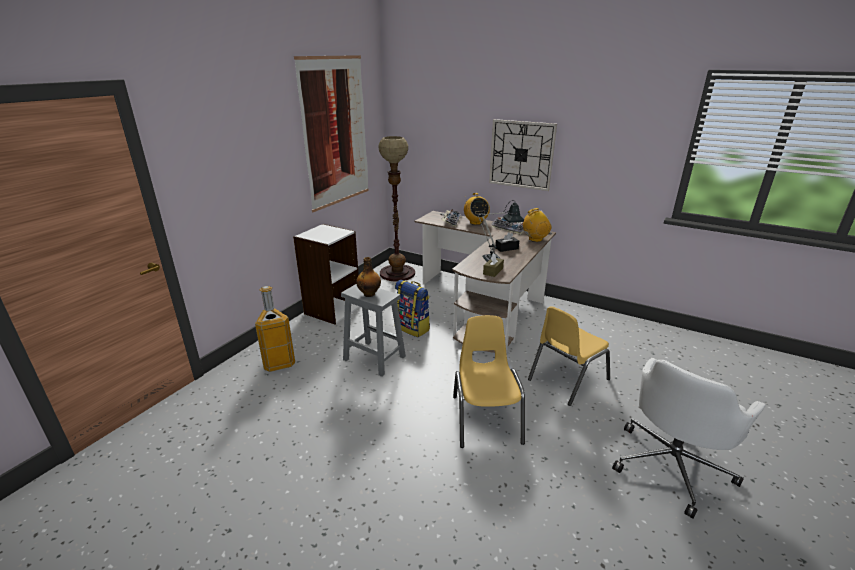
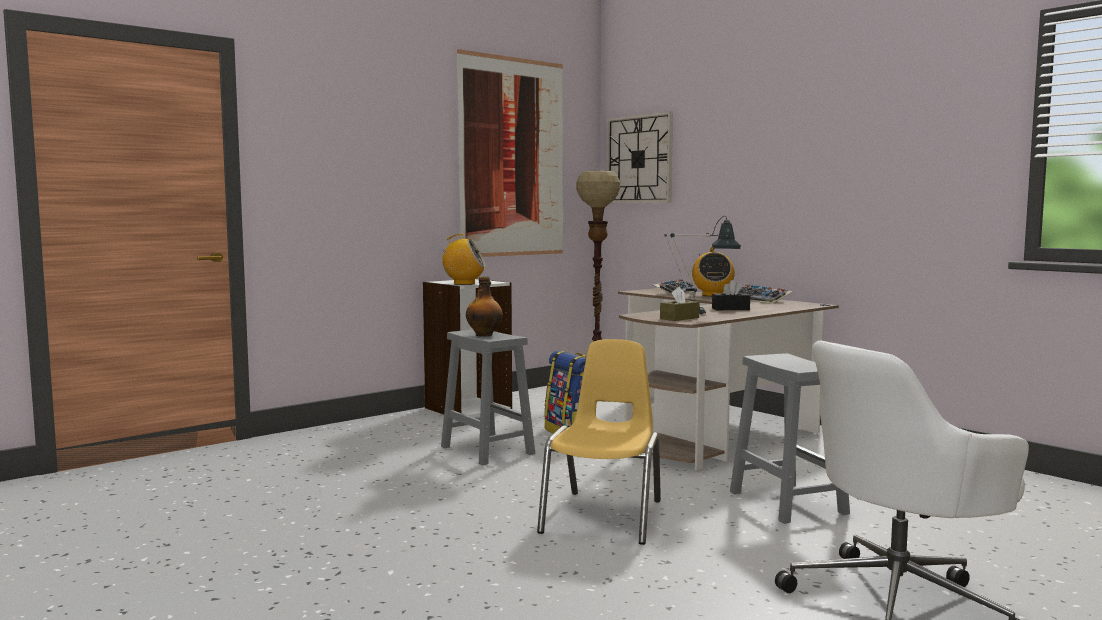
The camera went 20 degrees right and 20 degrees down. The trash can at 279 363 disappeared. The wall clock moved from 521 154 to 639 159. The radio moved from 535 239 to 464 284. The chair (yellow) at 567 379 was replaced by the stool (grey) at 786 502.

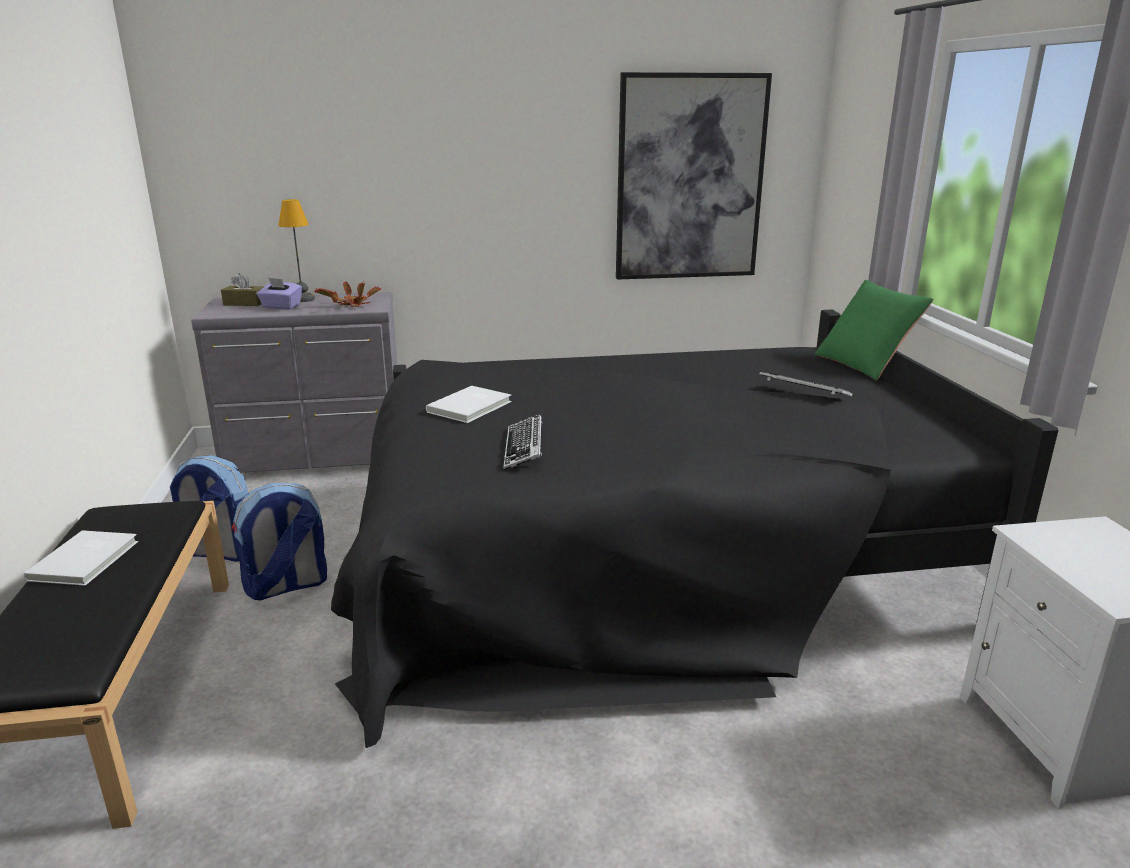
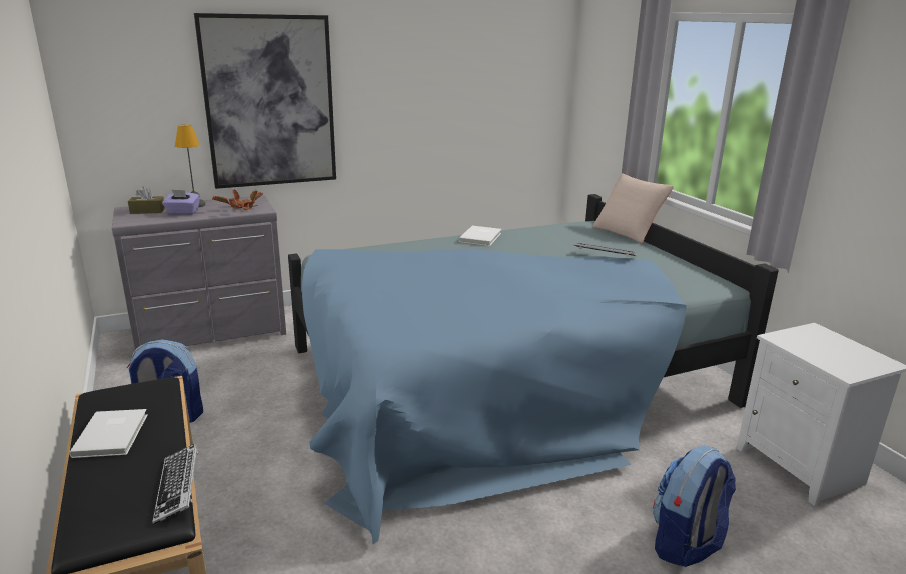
The camera went 15 degrees left and 0 degrees up. The backpack moved from 286 586 to 686 544. The book (white) moved from 472 407 to 481 237. The keyboard moved from 524 448 to 178 487. The picture moved from 689 178 to 270 102. The bed (black) at 646 559 became the bed (blue) at 503 383. The pillow (green) at 865 364 became the pillow (beige) at 628 232.

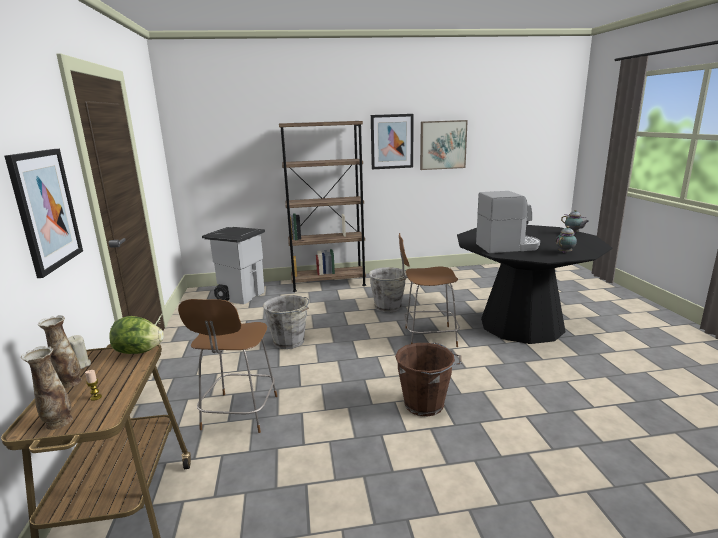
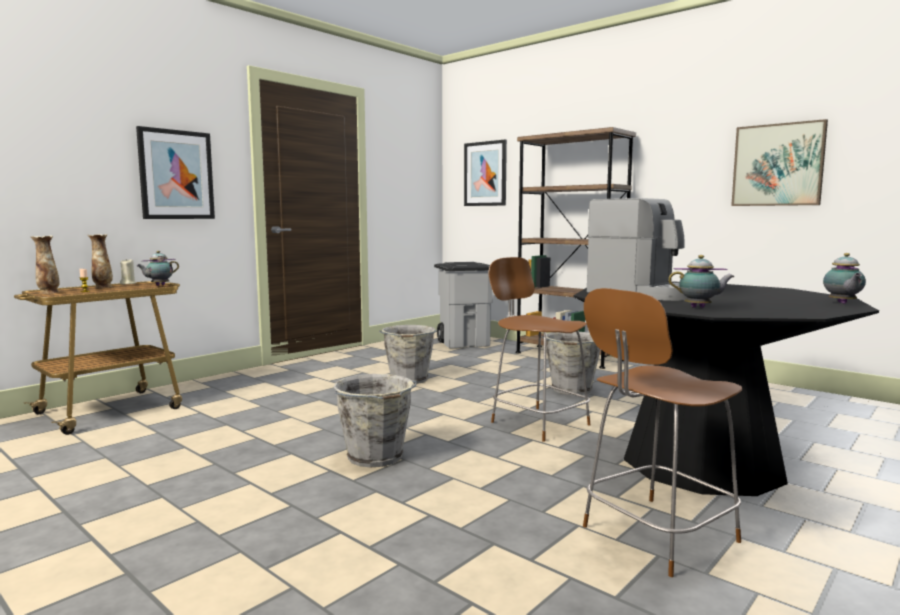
The camera went 50 degrees right and 10 degrees down. The stool (brown) moved from 239 414 to 655 535. The picture moved from 392 141 to 485 174. The lettuce at 138 351 was replaced by the teapot at 159 285. The bucket (brown) at 426 404 became the bucket (grey) at 376 457.

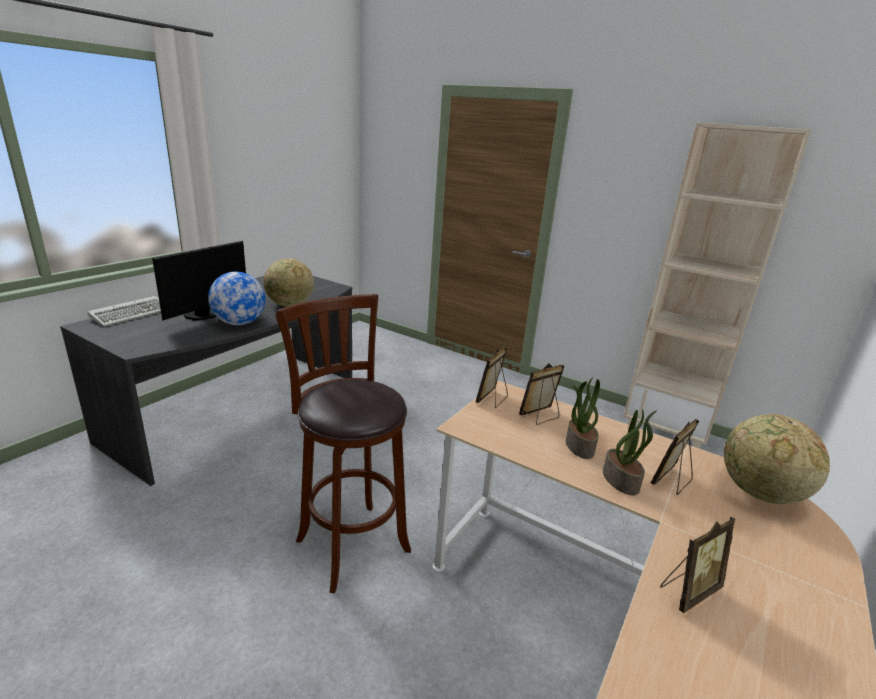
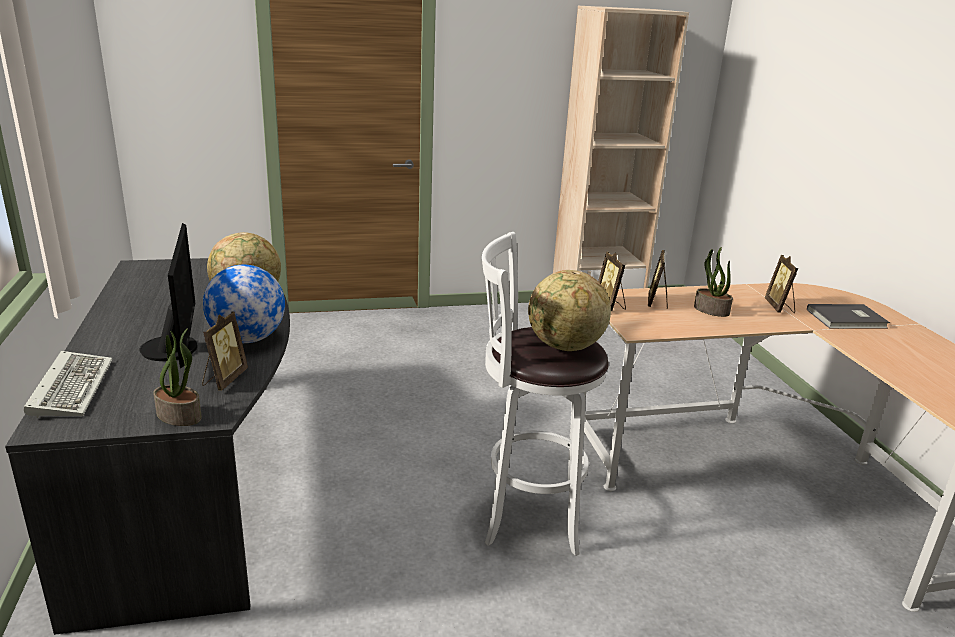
The camera went 45 degrees left and 0 degrees up. The book (grey) at 848 319 appeared. The potted plant moved from 621 481 to 180 415. The picture frame moved from 688 590 to 224 379. The globe moved from 759 493 to 565 347. The stool (brown) at 350 541 became the stool (white) at 526 515.

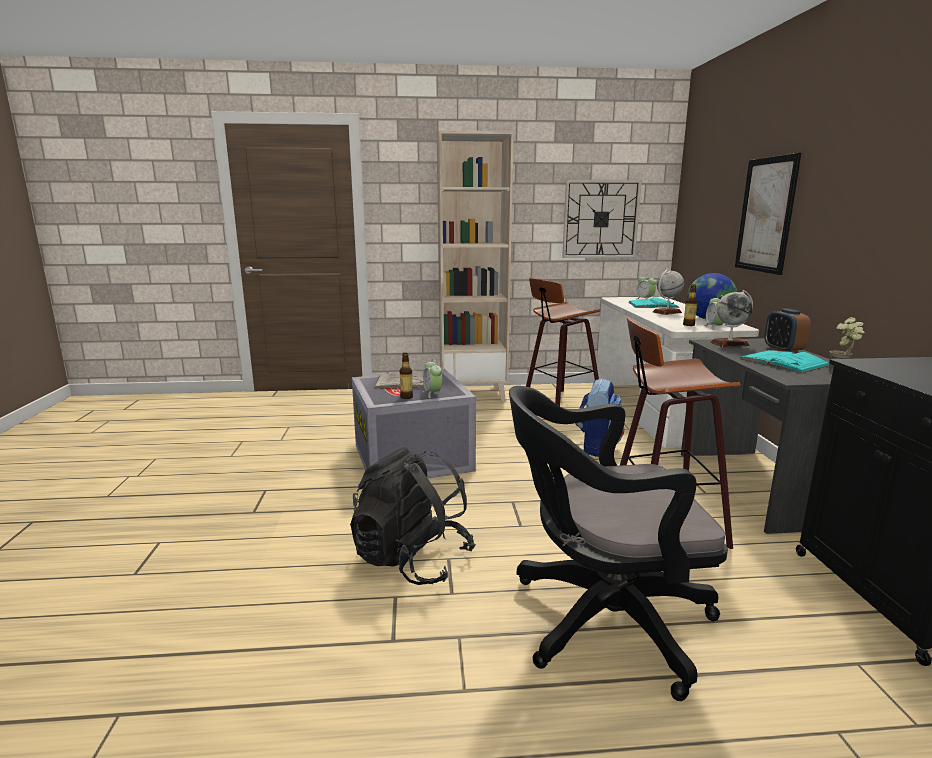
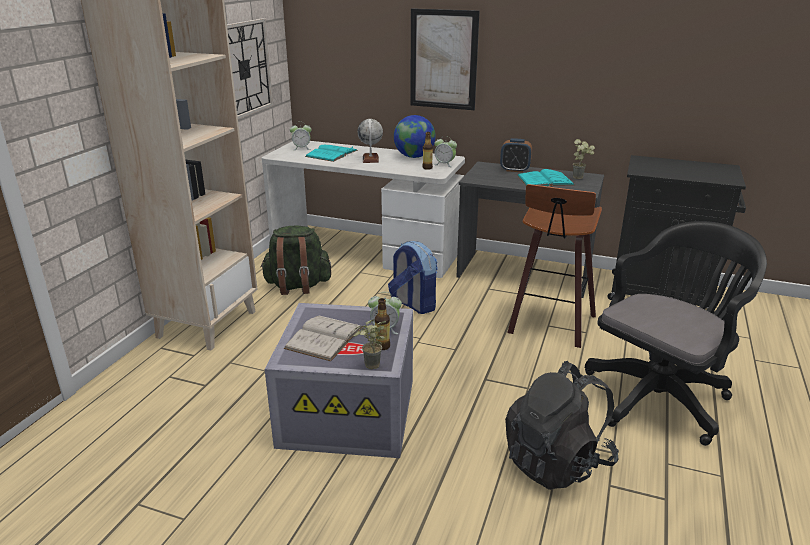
The camera went 65 degrees left and 10 degrees up. The globe at 729 344 disappeared. The potted plant at 369 367 appeared. The stool at 559 403 was replaced by the backpack (green) at 297 286. The office chair (black) at 600 621 turned 150 degrees counterclockwise.

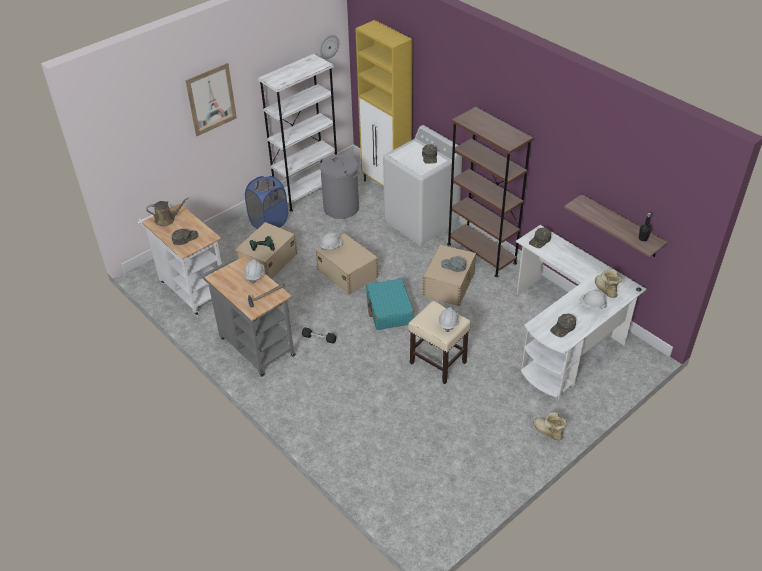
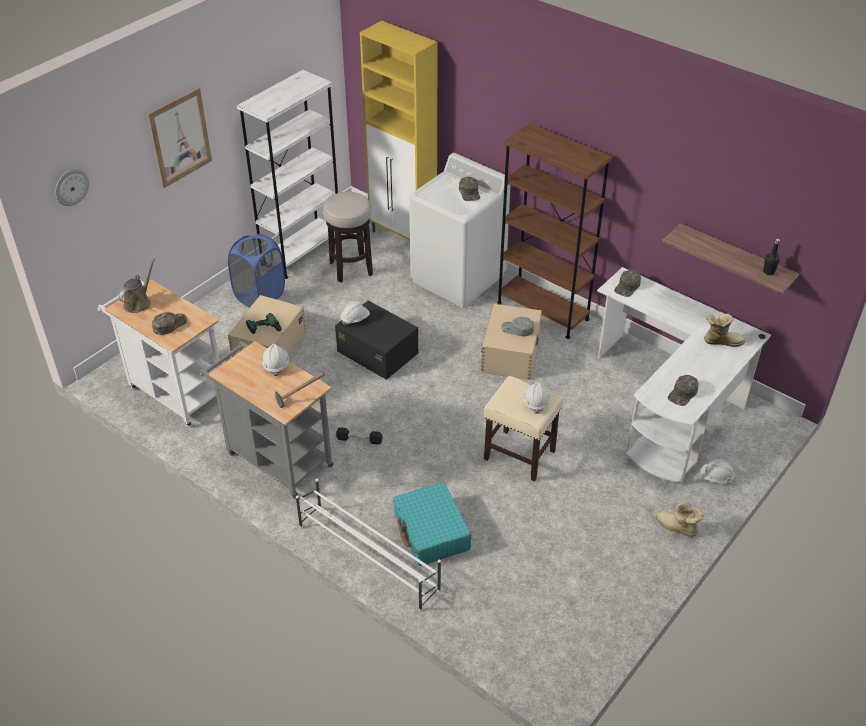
The camera went 10 degrees left and 0 degrees up. The shoe rack (white) at 368 557 appeared. The wall clock moved from 328 46 to 71 187. The suitcase (turquoise) moved from 389 310 to 431 532. The hard hat (white) moved from 592 305 to 716 478. The laundry basket (grey) at 341 208 was replaced by the stool at 351 268. The storage box (beige) at 347 273 became the storage box (black) at 377 351. The watering can (brown) at 167 220 turned 45 degrees counterclockwise. The boot at 605 290 turned 120 degrees clockwise.

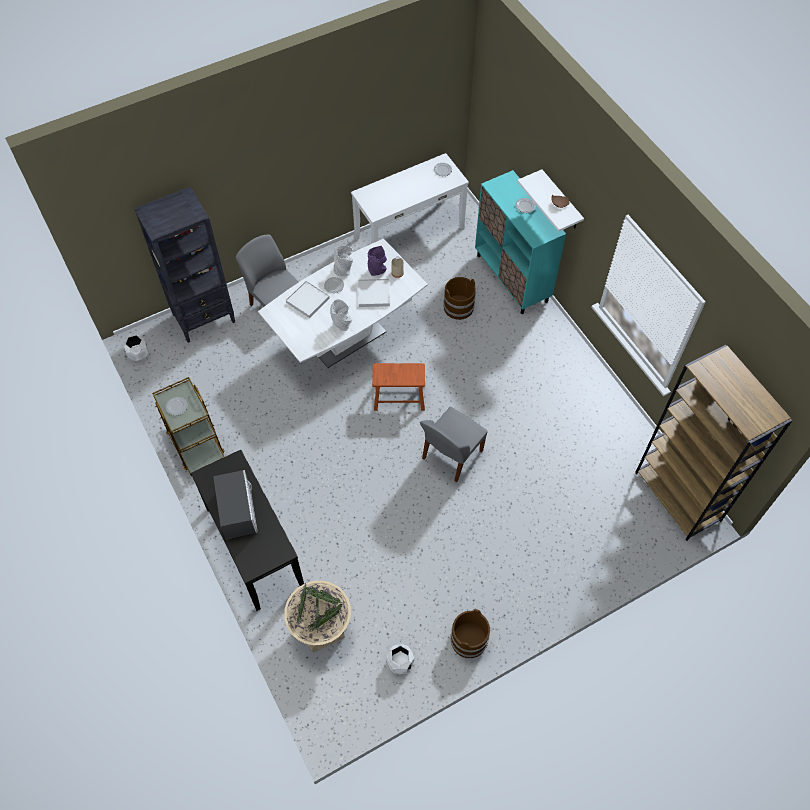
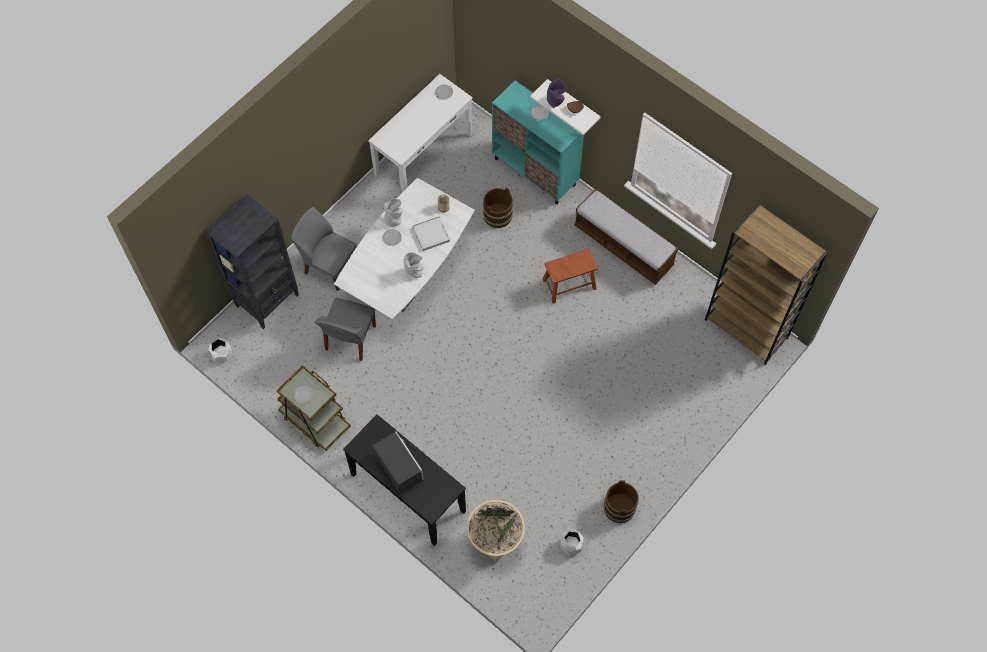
The camera went 20 degrees left and 5 degrees up. The tray (white) at 307 300 disappeared. The bench at 623 247 appeared. The vase (purple) moved from 377 270 to 555 101. The stool (brown) moved from 399 396 to 569 284. The chair (grey) moved from 451 456 to 349 339.

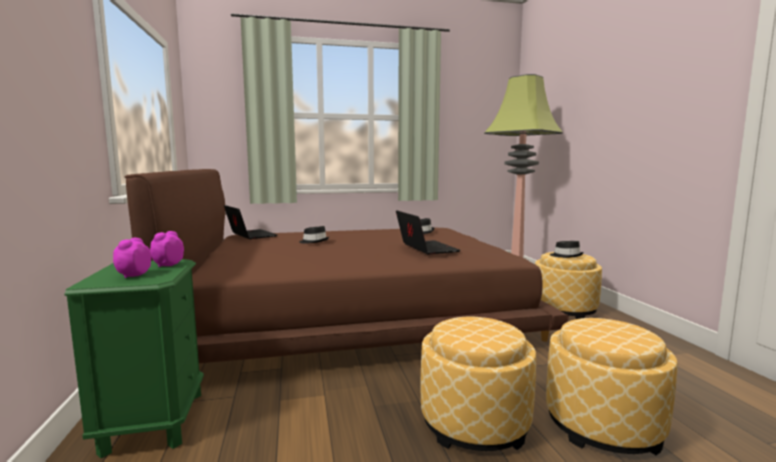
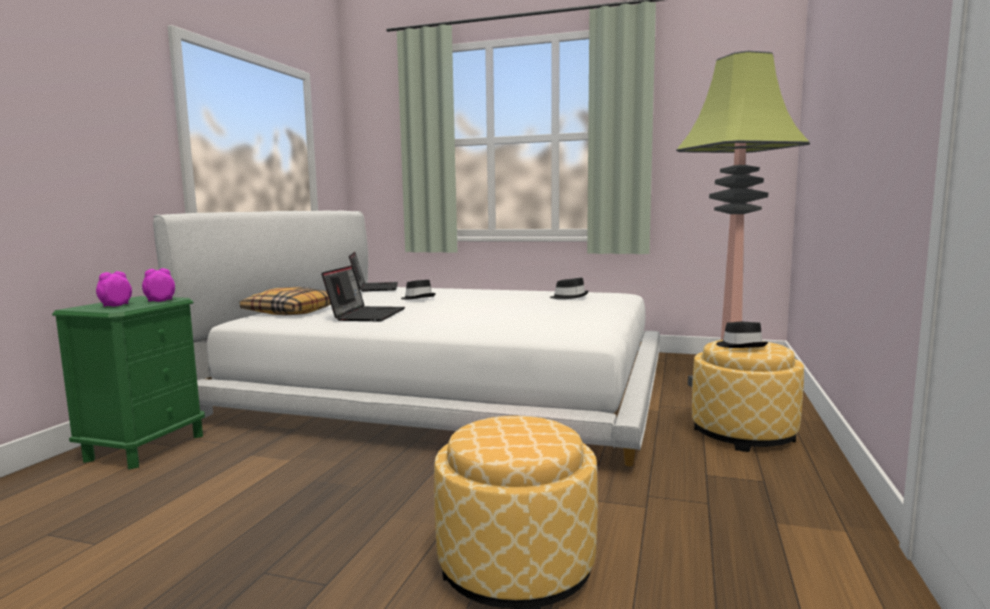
The camera went 30 degrees right and 0 degrees up. The ottoman at 474 422 disappeared. The pillow at 290 312 appeared. The laptop moved from 425 248 to 366 315. The bed (brown) at 351 312 became the bed (white) at 447 390.

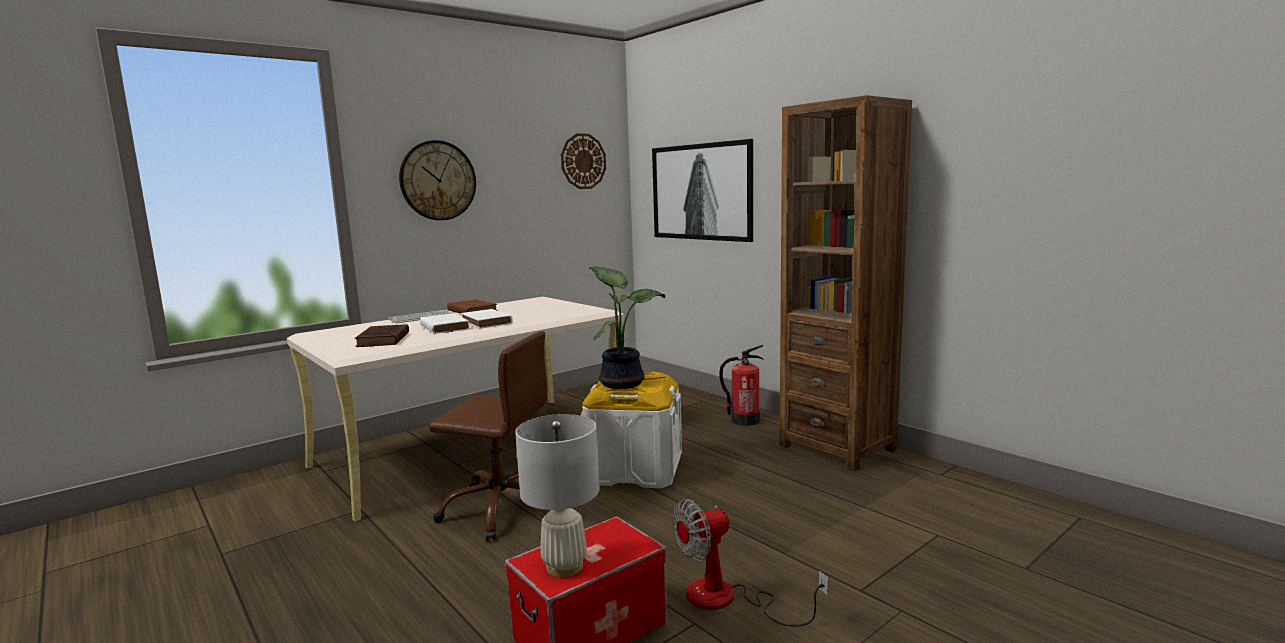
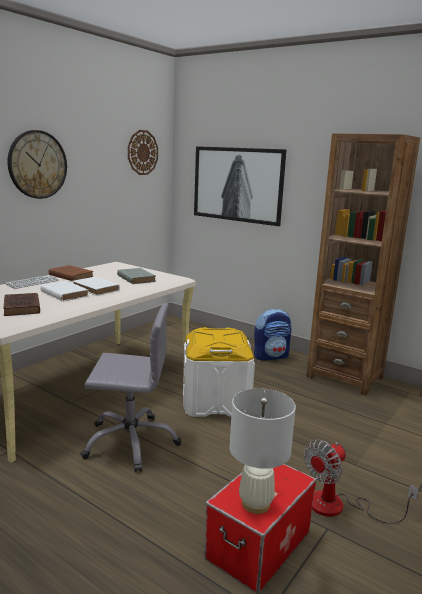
The camera went 15 degrees left and 5 degrees up. The potted plant at 622 382 disappeared. The book (grey) at 135 278 appeared. The fire extinguisher at 744 420 was replaced by the backpack at 271 356. The office chair (brown) at 501 508 became the office chair (grey) at 131 442.

